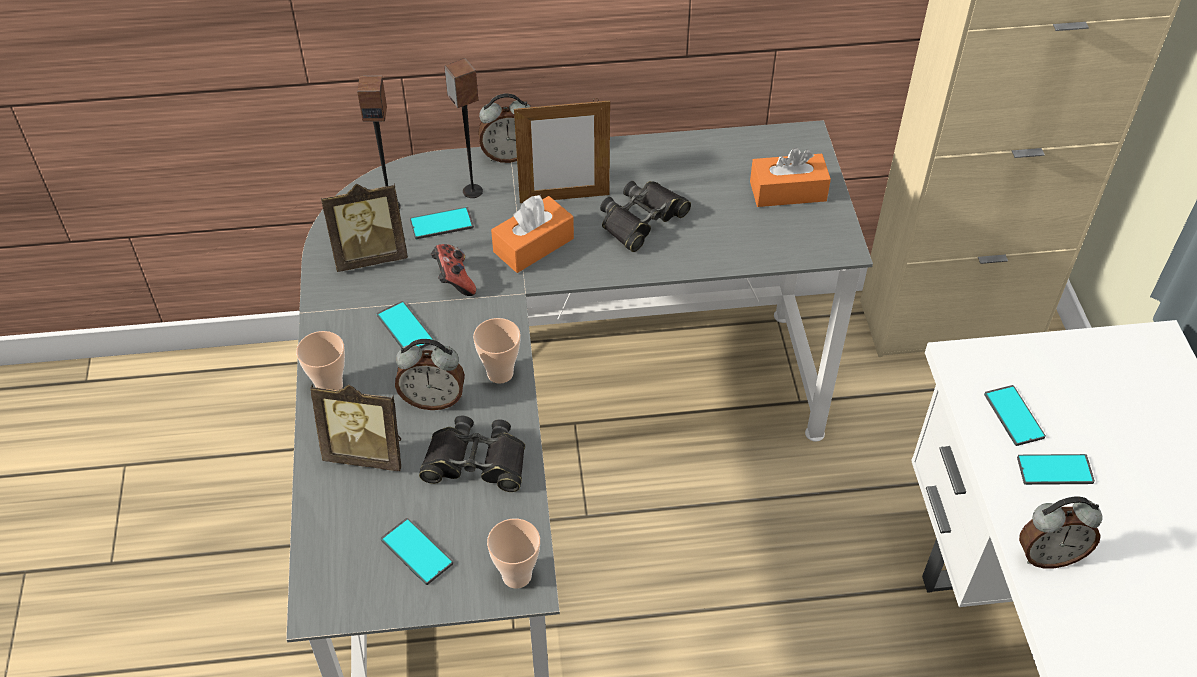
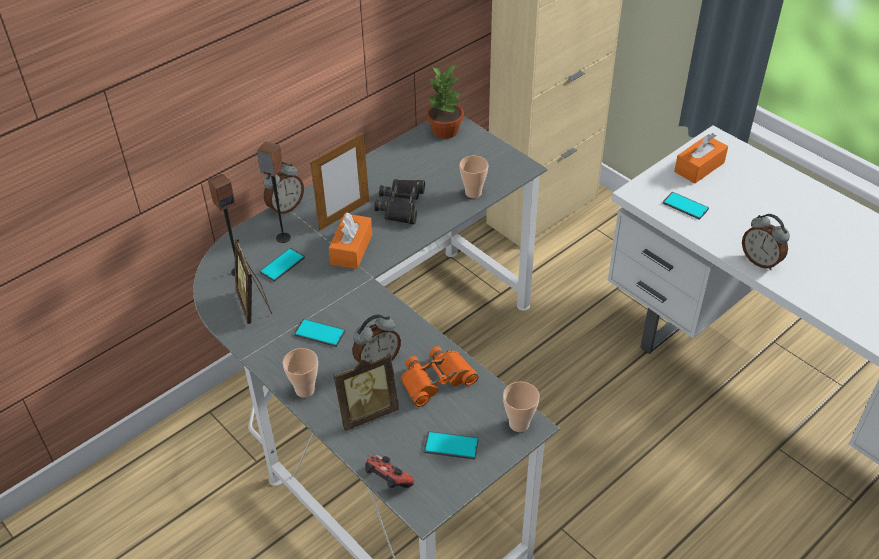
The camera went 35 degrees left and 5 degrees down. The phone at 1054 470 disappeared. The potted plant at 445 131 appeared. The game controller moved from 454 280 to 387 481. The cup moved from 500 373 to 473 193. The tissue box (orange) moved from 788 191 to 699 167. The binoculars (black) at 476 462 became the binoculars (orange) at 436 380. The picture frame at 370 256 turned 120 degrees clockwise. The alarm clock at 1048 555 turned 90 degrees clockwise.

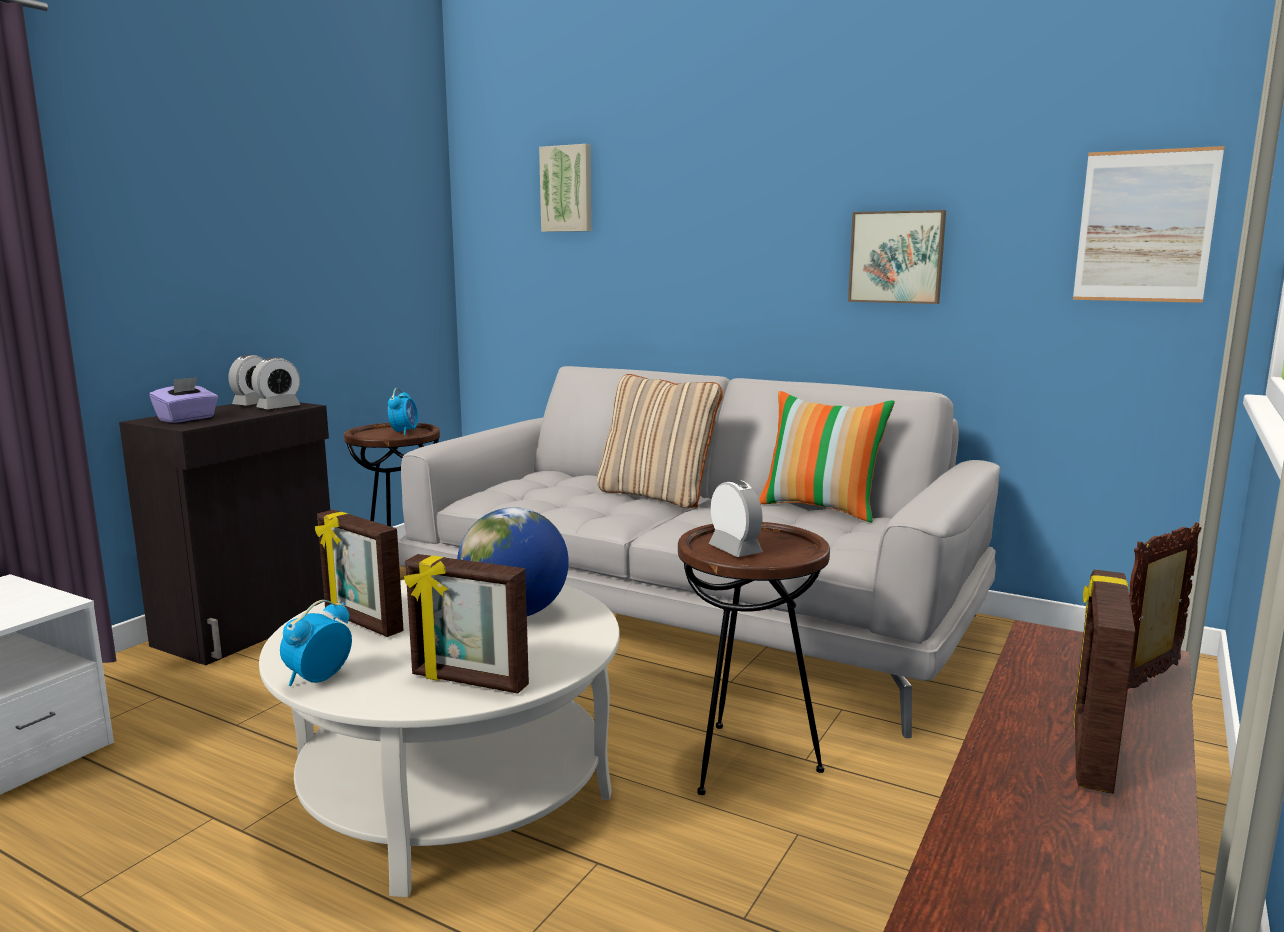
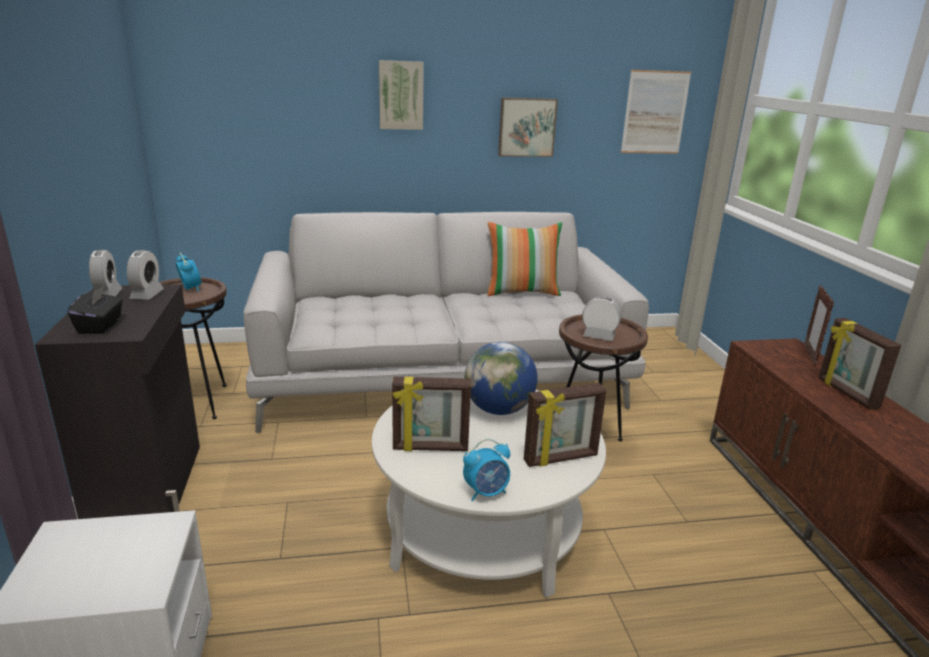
The camera went 40 degrees left and 10 degrees up. The pillow (beige) at 657 496 disappeared. The picture moved from 567 189 to 401 95. The tissue box (purple) at 187 419 became the tissue box (black) at 100 326. The alarm clock at 317 679 turned 105 degrees counterclockwise.

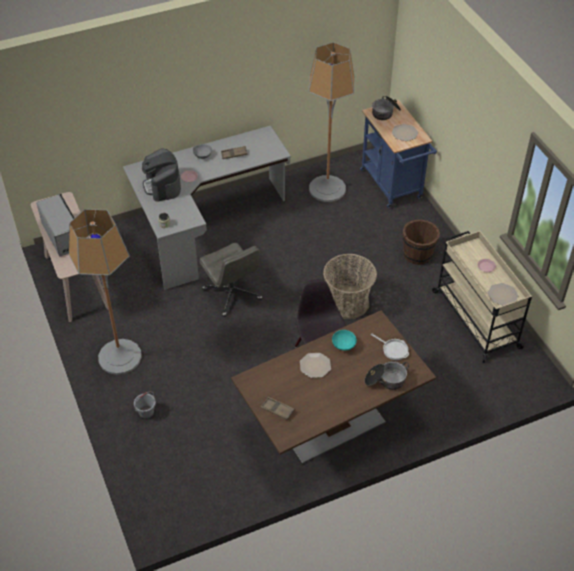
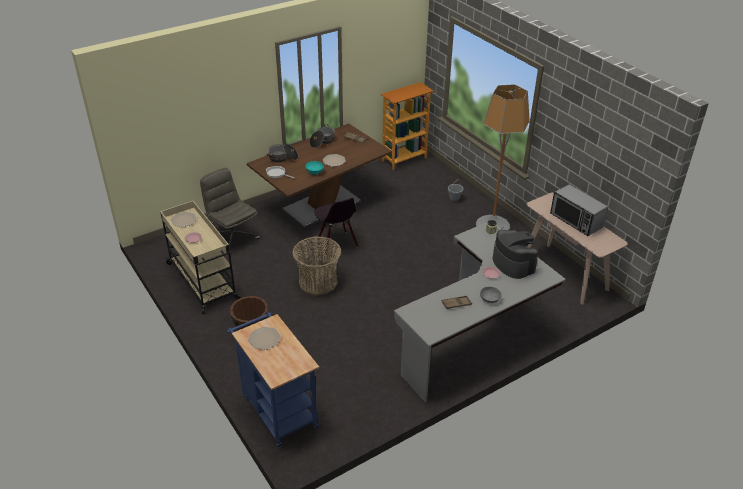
The camera went 170 degrees right and 10 degrees down. The floor lamp at 327 189 disappeared. The bookcase at 404 159 appeared. The office chair (grey) moved from 232 294 to 233 237. The cooking pot moved from 386 113 to 322 141.

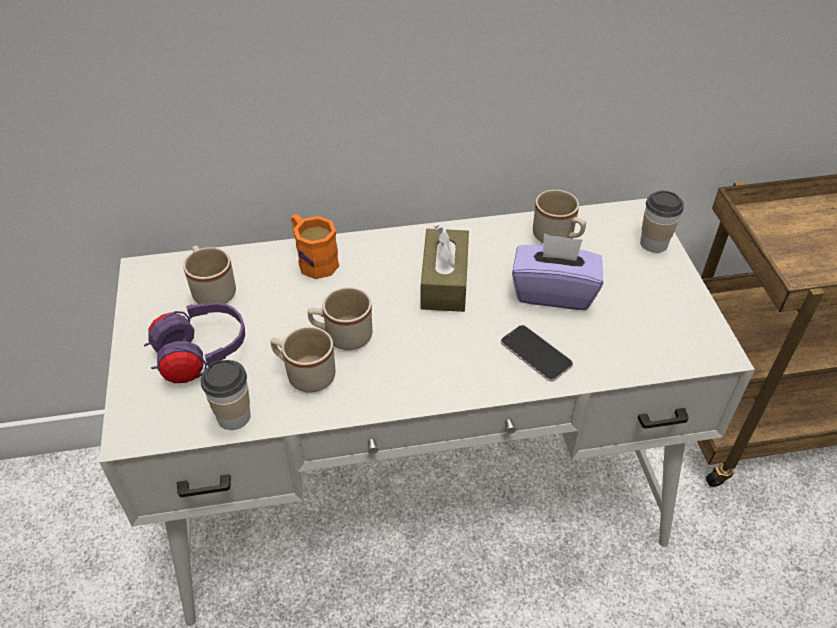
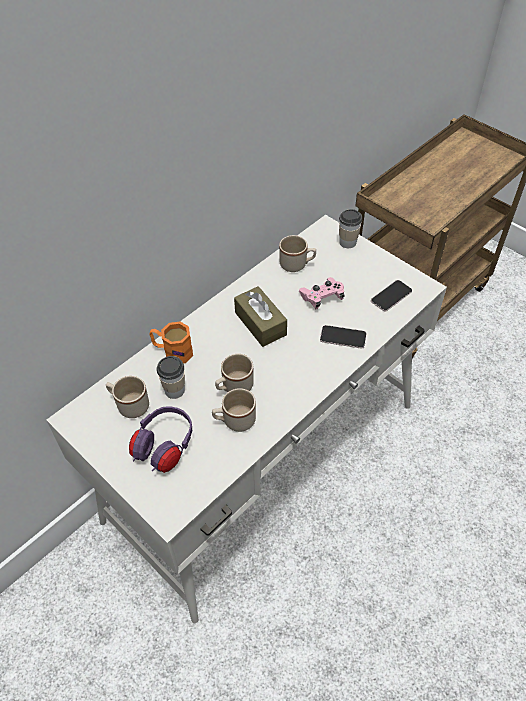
The camera went 35 degrees left and 5 degrees up. The phone at 391 296 appeared. The cup moved from 234 416 to 174 390. The tissue box (purple) at 553 292 was replaced by the game controller (pink) at 322 297.

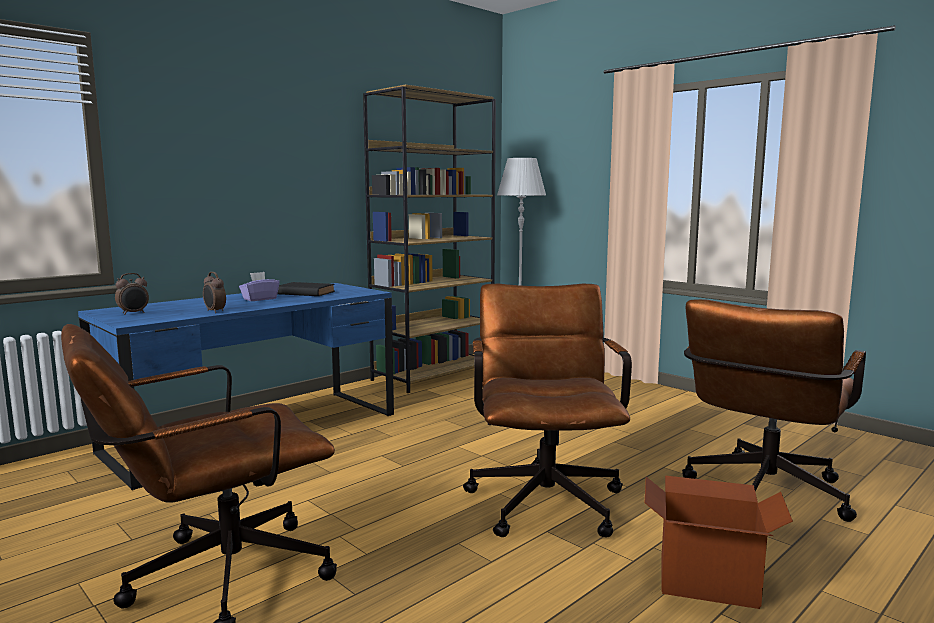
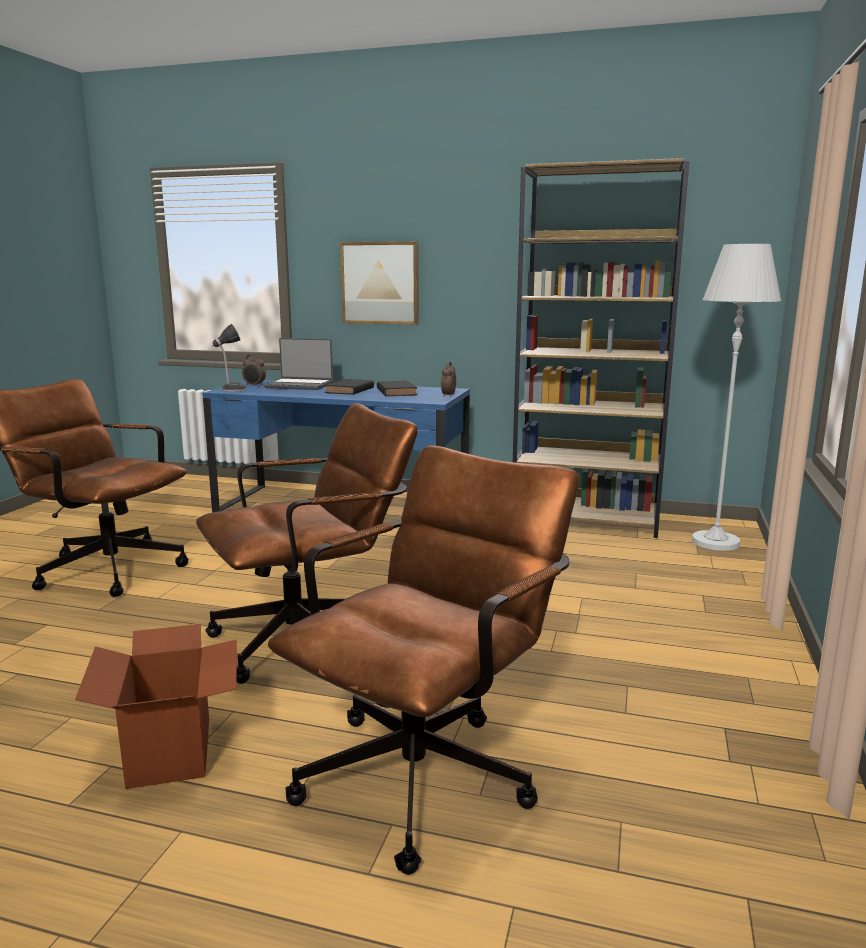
The camera went 60 degrees right and 5 degrees up. The table lamp at 232 389 appeared. The laptop at 300 385 appeared. The picture at 380 283 appeared. The alarm clock moved from 214 311 to 448 396. The tissue box (purple) at 259 299 was replaced by the book (black) at 349 390. The office chair (brown) at 762 496 turned 120 degrees clockwise.

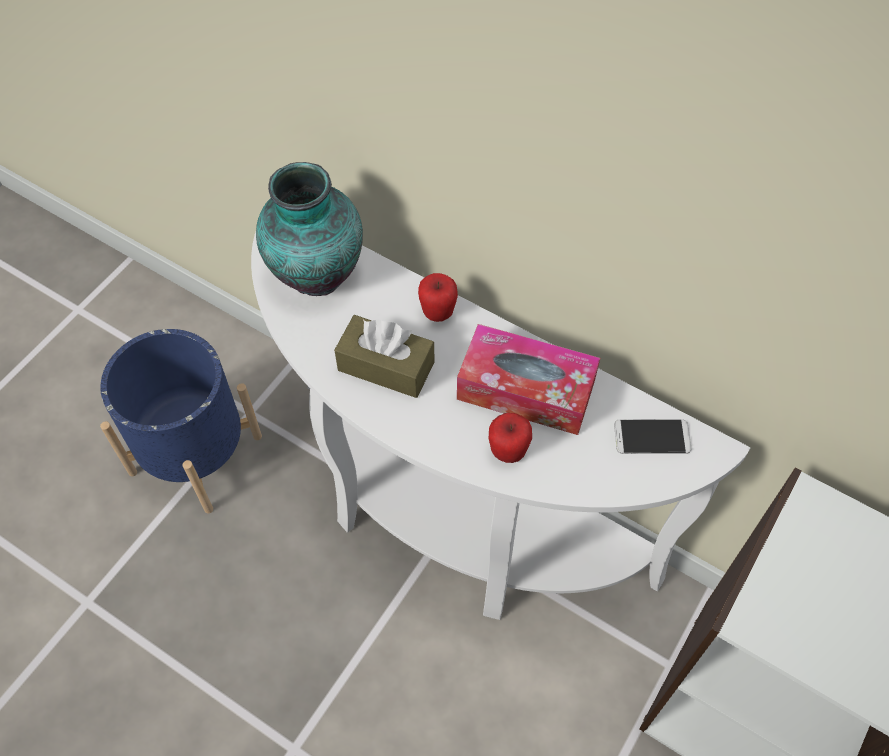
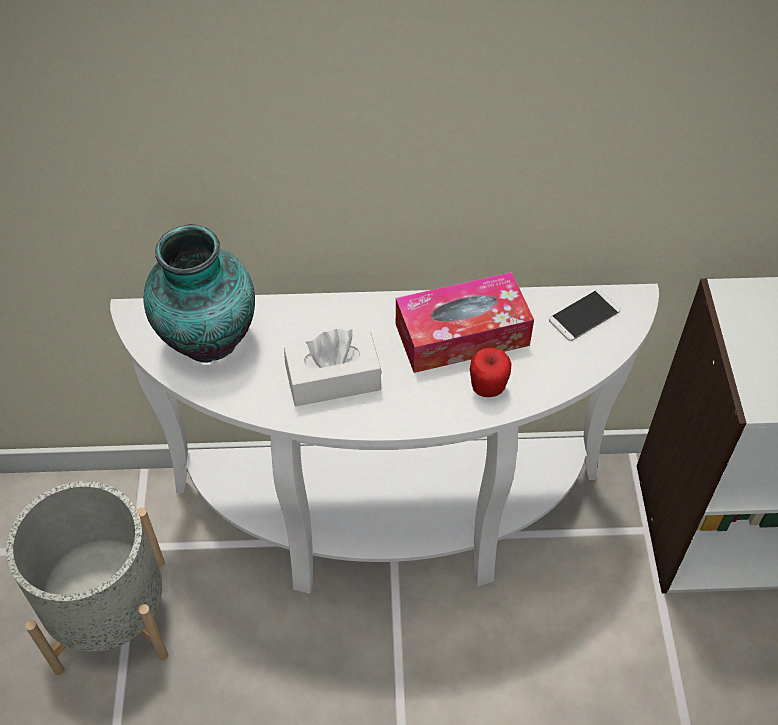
The camera went 35 degrees left and 5 degrees down. The apple at 438 312 disappeared. The planter (blue) at 196 454 became the planter (grey) at 111 615. The tissue box (brown) at 386 366 became the tissue box (white) at 333 380.

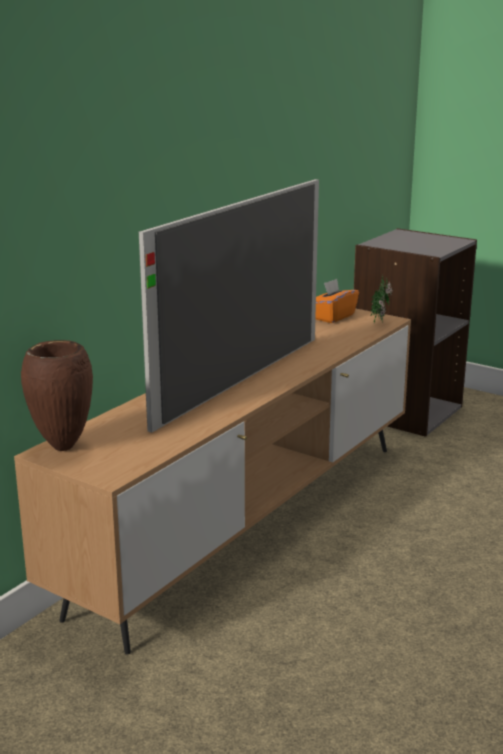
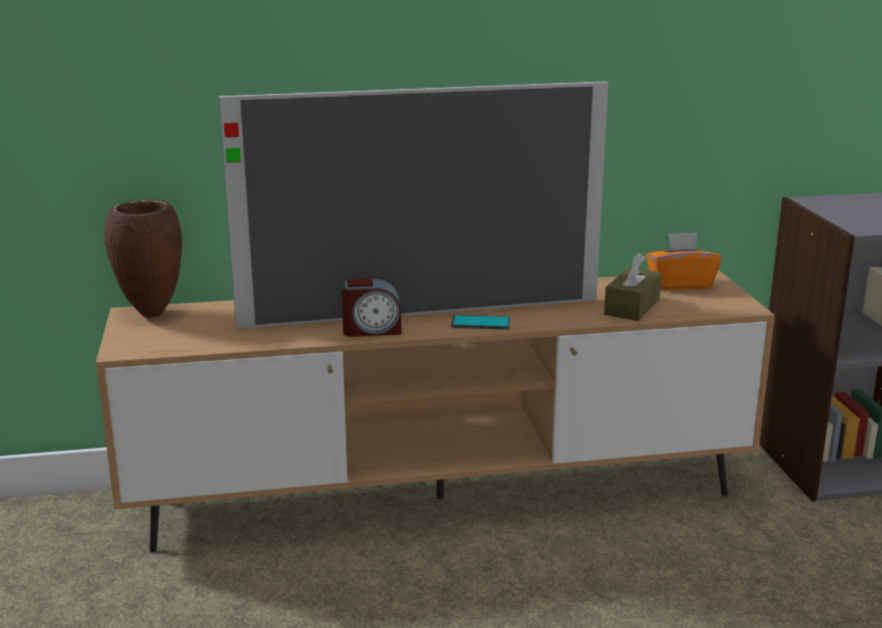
The camera went 45 degrees right and 0 degrees up. The potted plant at 378 321 disappeared. The alarm clock at 371 330 appeared. The phone at 480 323 appeared. The tissue box (brown) at 632 307 appeared.

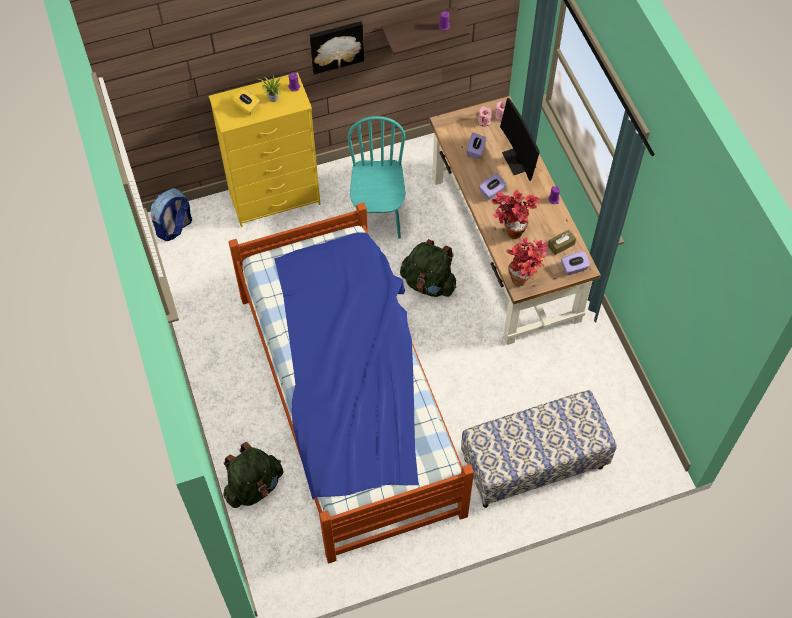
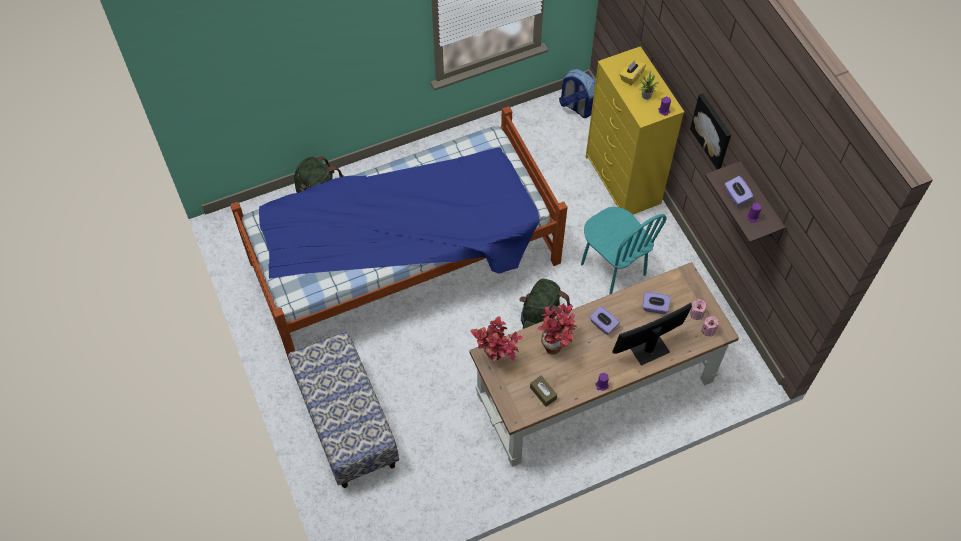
The camera went 85 degrees right and 0 degrees up. The tissue box (purple) moved from 574 268 to 736 197. The chair (turquoise) at 378 219 turned 60 degrees clockwise.

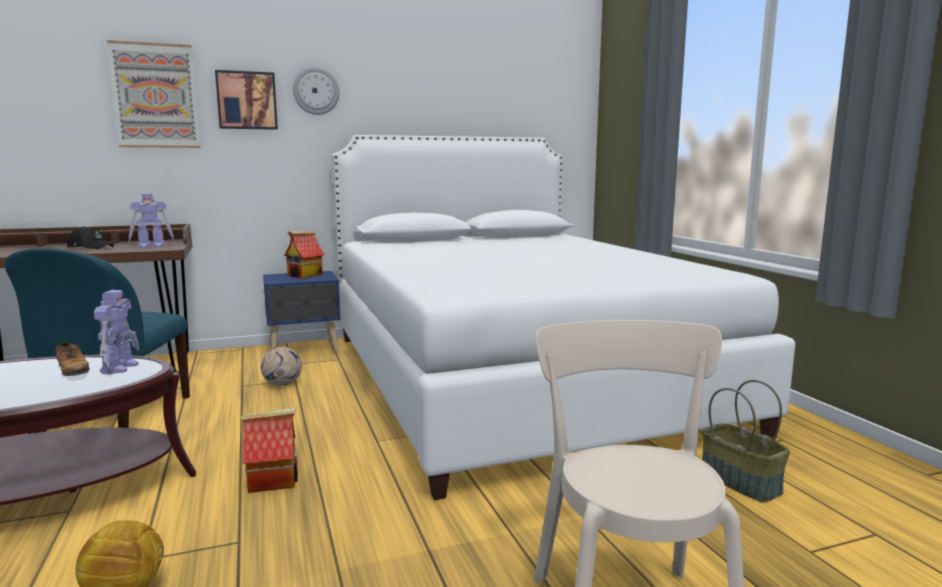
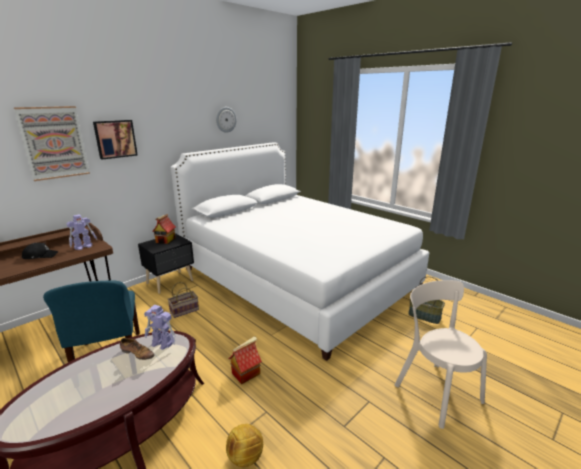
The camera went 25 degrees left and 10 degrees up. The wall clock moved from 316 91 to 226 119. The football at 283 384 was replaced by the basket at 185 310. The nightstand (blue) at 305 350 became the nightstand (black) at 171 282. The toy robot at 120 367 turned 135 degrees clockwise.

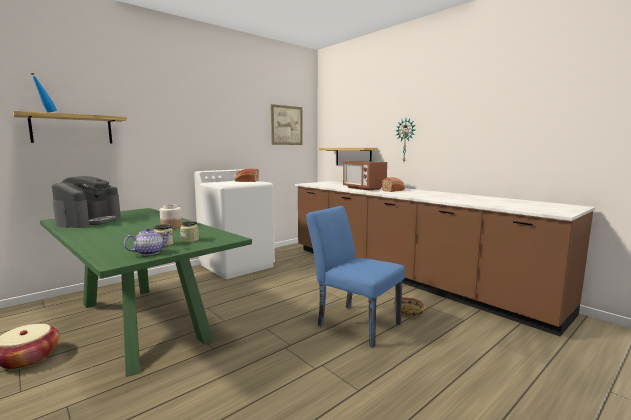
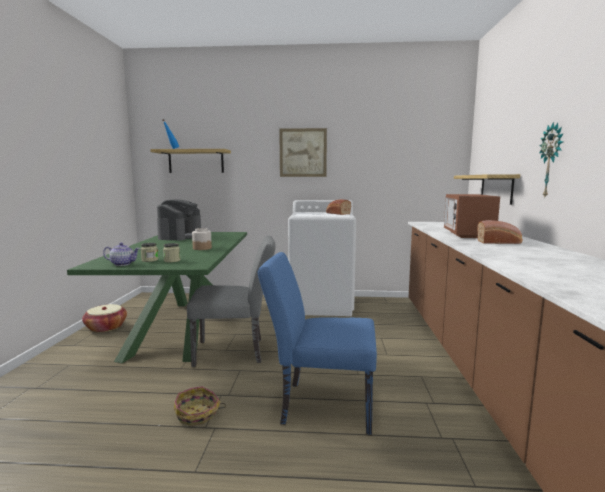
The camera went 45 degrees right and 0 degrees up. The chair (grey) at 236 351 appeared. The picture moved from 286 125 to 303 152. The basket moved from 408 312 to 197 414. The coffee machine at 89 221 turned 45 degrees counterclockwise. The chair (blue) at 353 322 turned 75 degrees counterclockwise.

